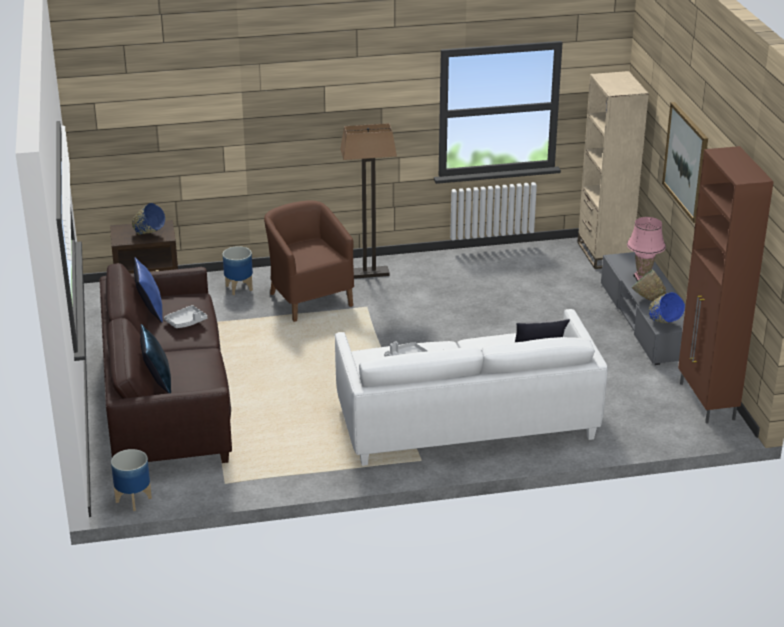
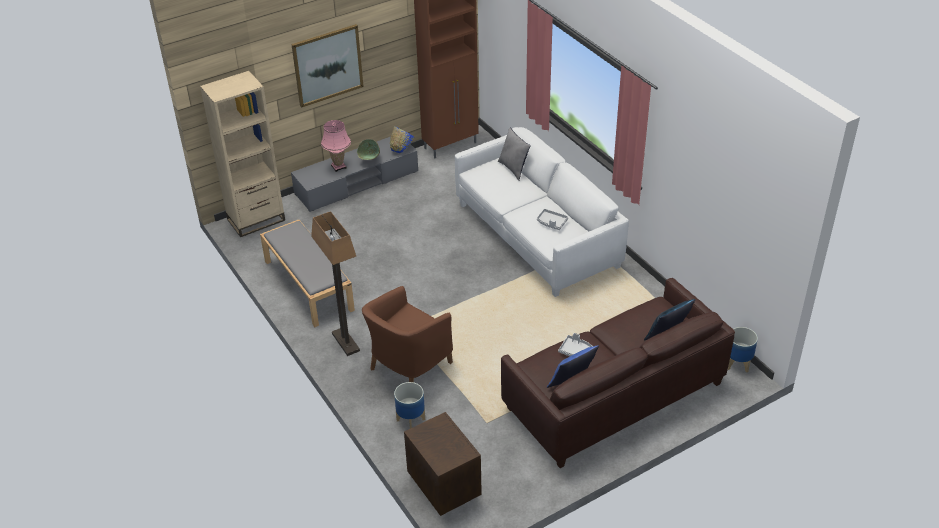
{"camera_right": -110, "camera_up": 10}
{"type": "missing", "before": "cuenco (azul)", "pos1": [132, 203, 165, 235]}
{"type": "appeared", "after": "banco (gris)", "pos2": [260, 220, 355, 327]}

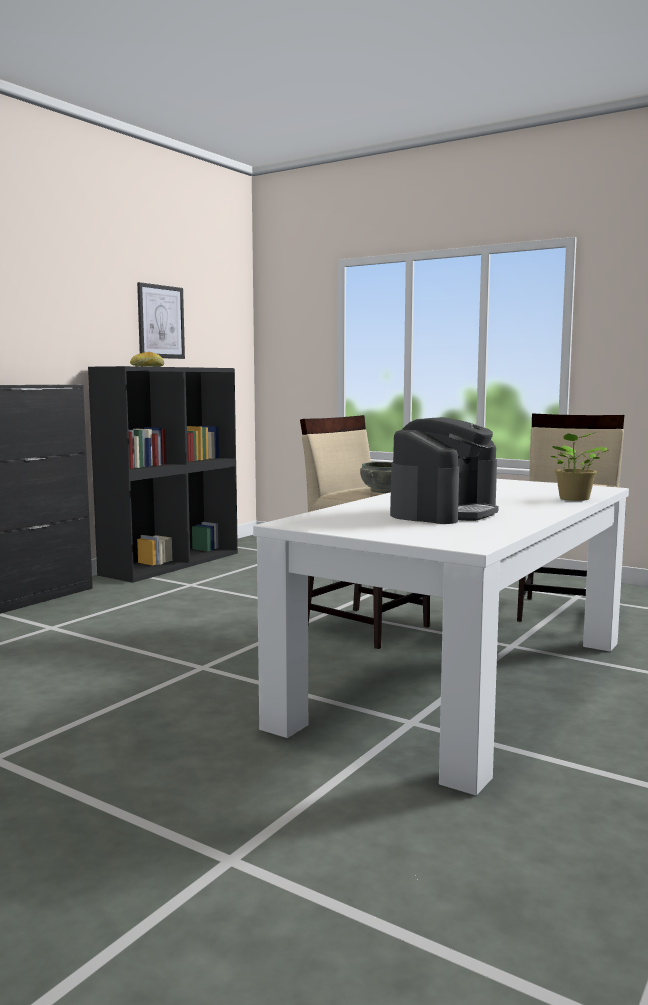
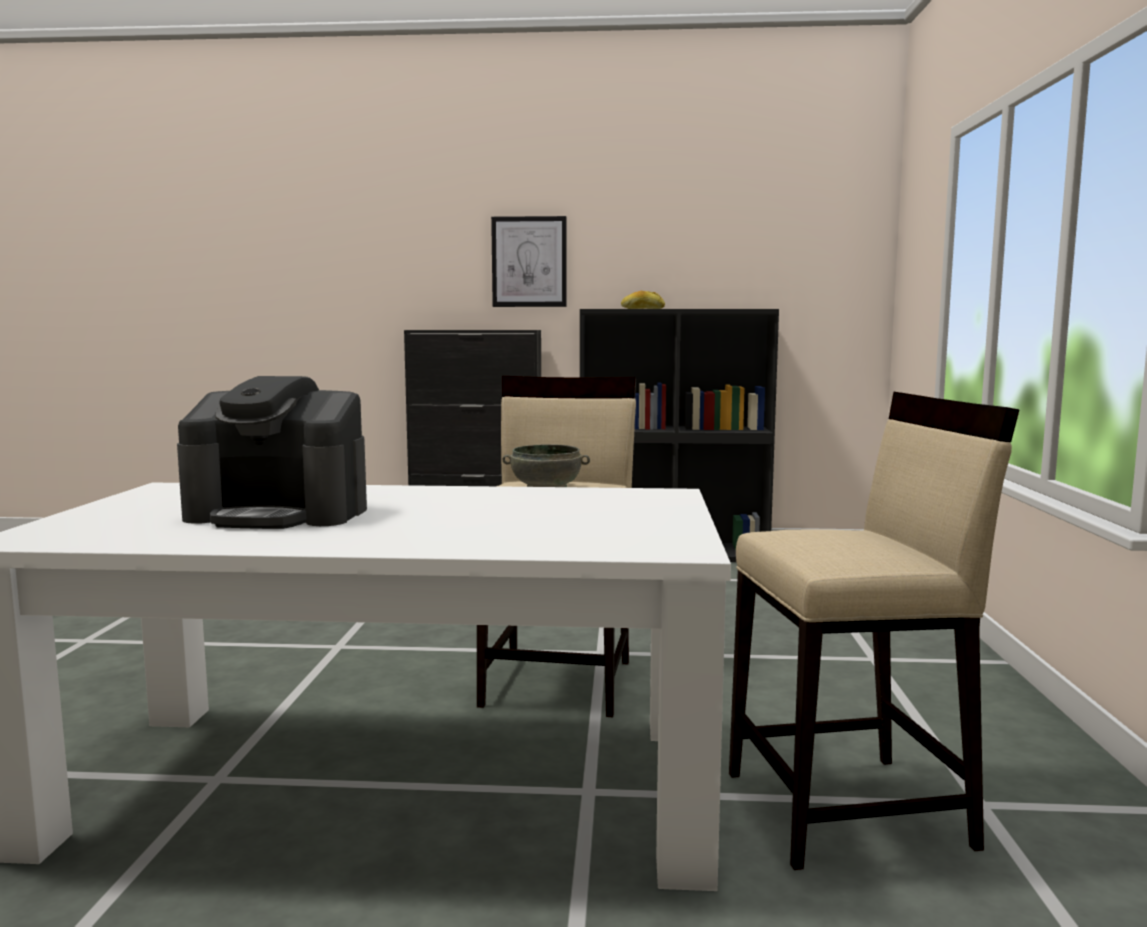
{"camera_right": 60, "camera_up": 0}
{"type": "relocated", "before": "cuadro", "pos1": [137, 282, 185, 359], "pos2": [491, 216, 567, 307]}
{"type": "missing", "before": "planta en maceta", "pos1": [551, 432, 609, 501]}

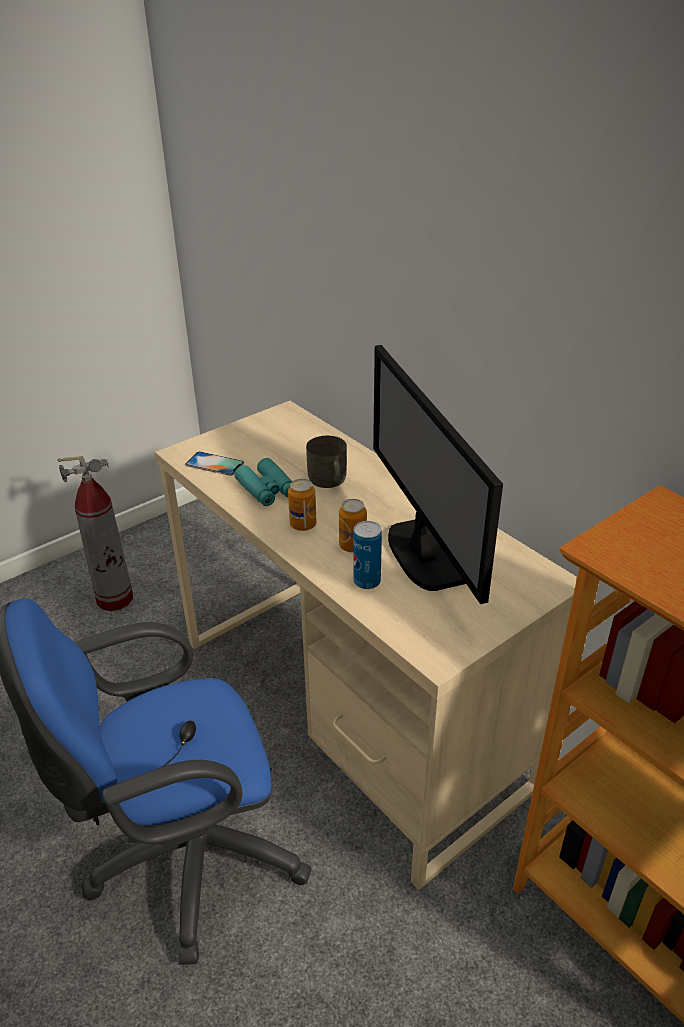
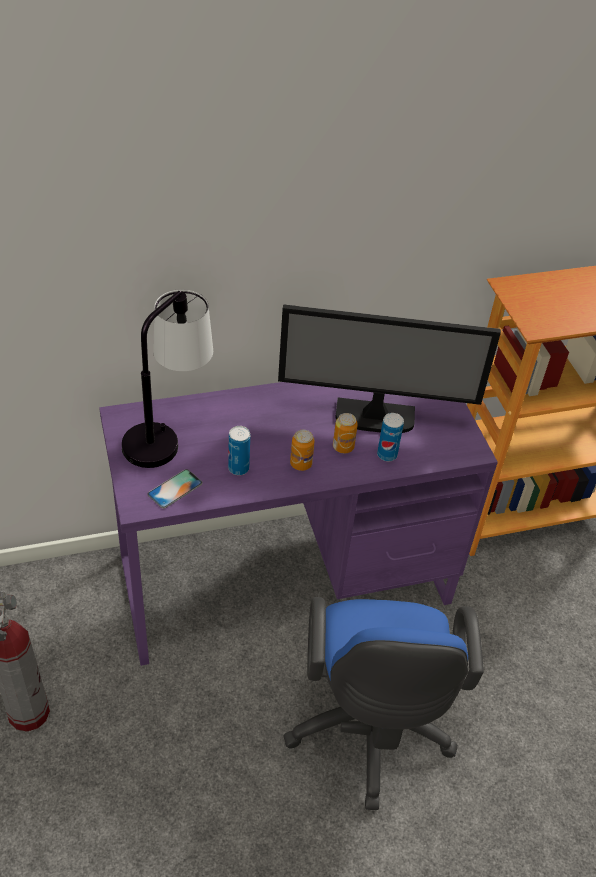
{"camera_right": -70, "camera_up": 10}
{"type": "colour", "before": "escritorio (beis)", "after": "escritorio (morado)", "pos1": [155, 401, 577, 890], "pos2": [99, 382, 498, 666]}
{"type": "exchanged", "before": "prismáticos (turquesa)", "after": "lata", "pos1": [235, 458, 292, 506], "pos2": [228, 426, 250, 475]}
{"type": "missing", "before": "taza grande (gris)", "pos1": [306, 436, 347, 488]}
{"type": "appeared", "after": "lámpara de mesa", "pos2": [122, 289, 213, 468]}

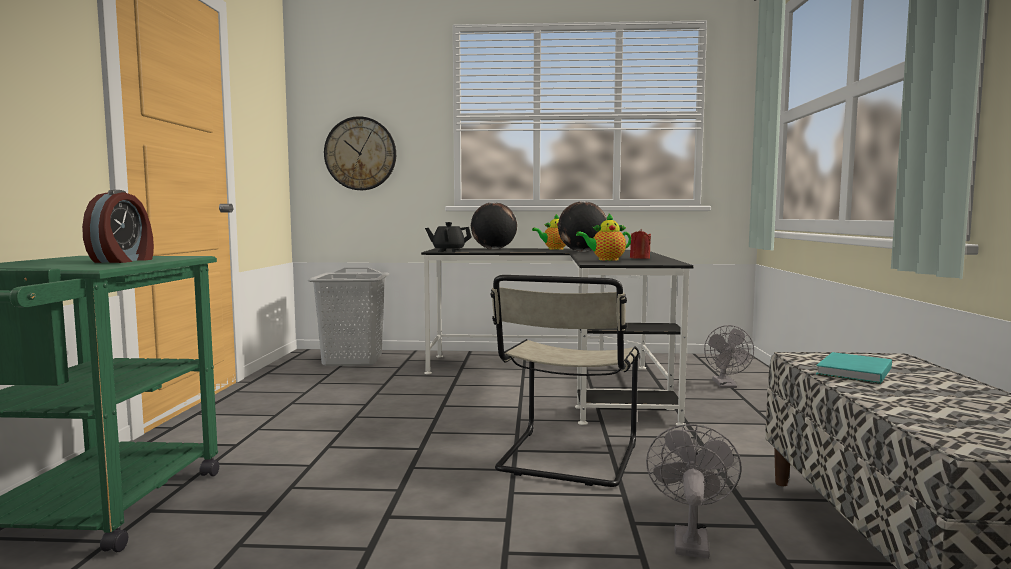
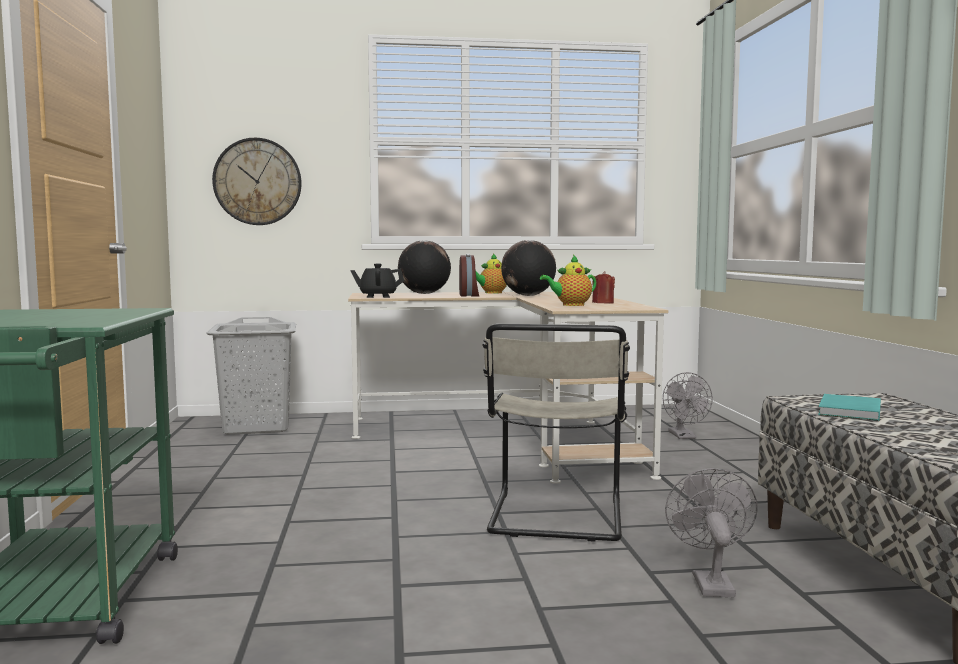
{"camera_right": -10, "camera_up": 0}
{"type": "relocated", "before": "despertador", "pos1": [82, 190, 154, 263], "pos2": [459, 254, 479, 297]}
{"type": "colour", "before": "escritorio (negro)", "after": "escritorio (beis)", "pos1": [421, 248, 693, 427], "pos2": [348, 292, 668, 484]}

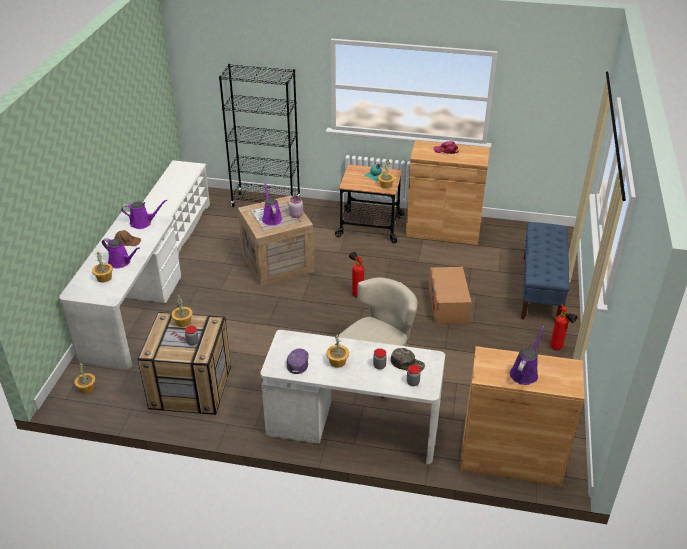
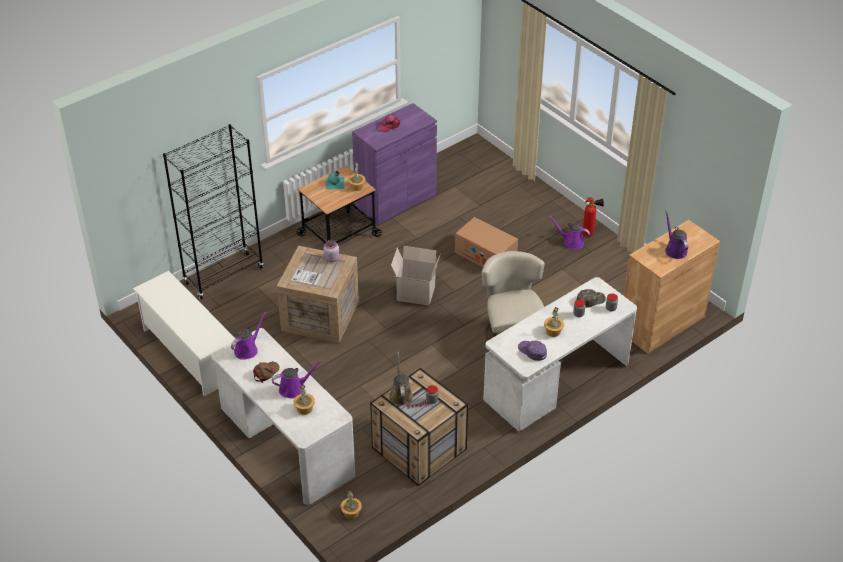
{"camera_right": -50, "camera_up": 5}
{"type": "exchanged", "before": "planta en maceta", "after": "regadera (marrón)", "pos1": [171, 295, 193, 327], "pos2": [389, 351, 413, 405]}
{"type": "relocated", "before": "regadera (morado)", "pos1": [262, 183, 282, 226], "pos2": [549, 216, 590, 249]}
{"type": "exchanged", "before": "extintor", "after": "caja de cartón", "pos1": [349, 251, 364, 297], "pos2": [391, 246, 441, 306]}
{"type": "colour", "before": "armario (marrón)", "after": "armario (morado)", "pos1": [406, 140, 490, 245], "pos2": [352, 103, 437, 225]}
{"type": "missing", "before": "banco (azul)", "pos1": [521, 222, 570, 319]}

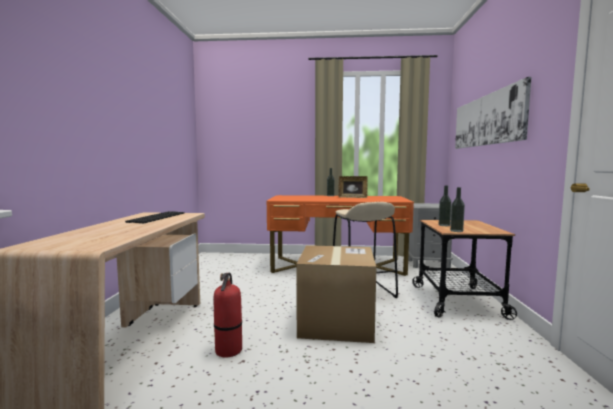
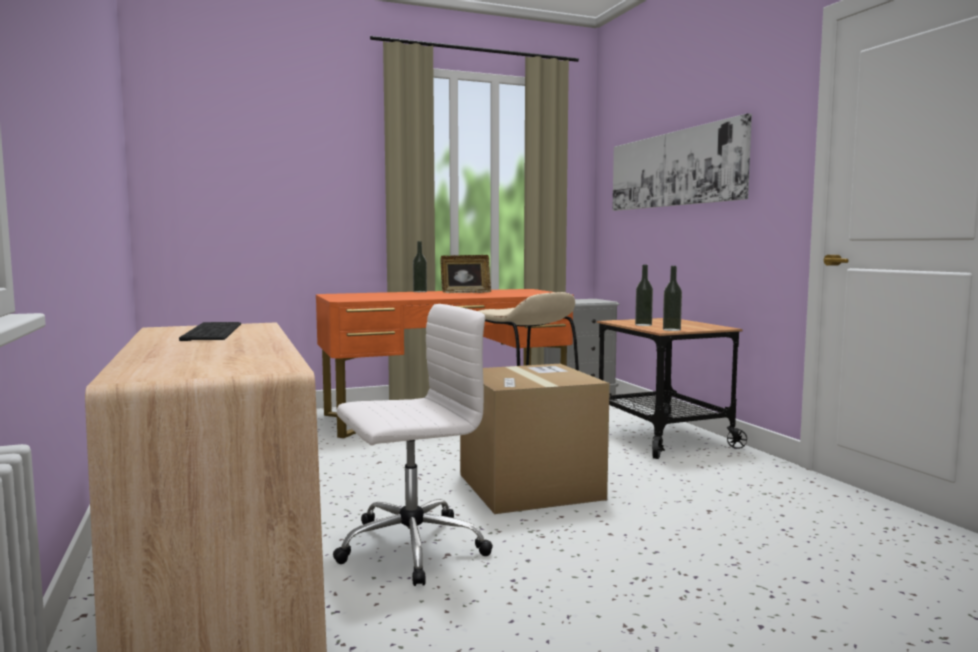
{"camera_right": -25, "camera_up": 0}
{"type": "exchanged", "before": "extintor", "after": "silla de oficina (blanco)", "pos1": [214, 272, 242, 357], "pos2": [333, 304, 493, 586]}

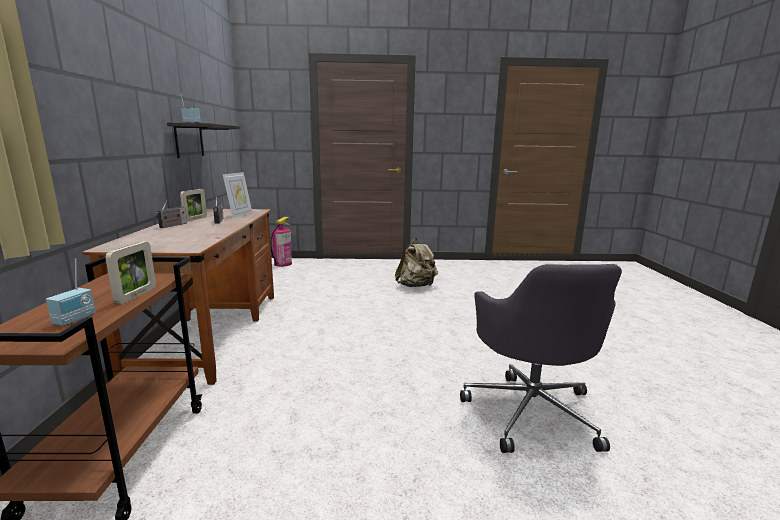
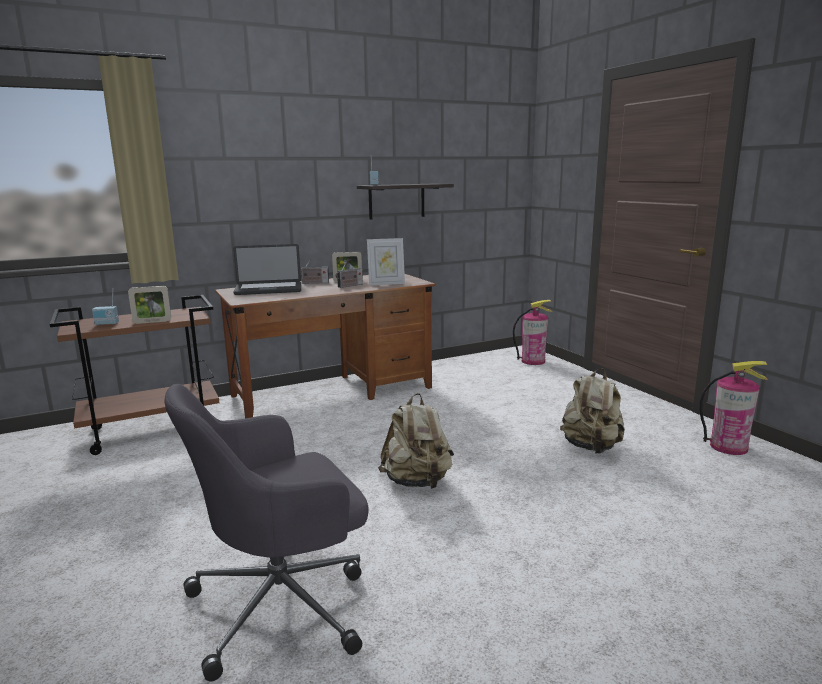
{"camera_right": 65, "camera_up": 0}
{"type": "appeared", "after": "portátil", "pos2": [233, 244, 301, 295]}
{"type": "appeared", "after": "mochila (beis)", "pos2": [378, 393, 454, 489]}
{"type": "appeared", "after": "extintor", "pos2": [699, 361, 768, 455]}

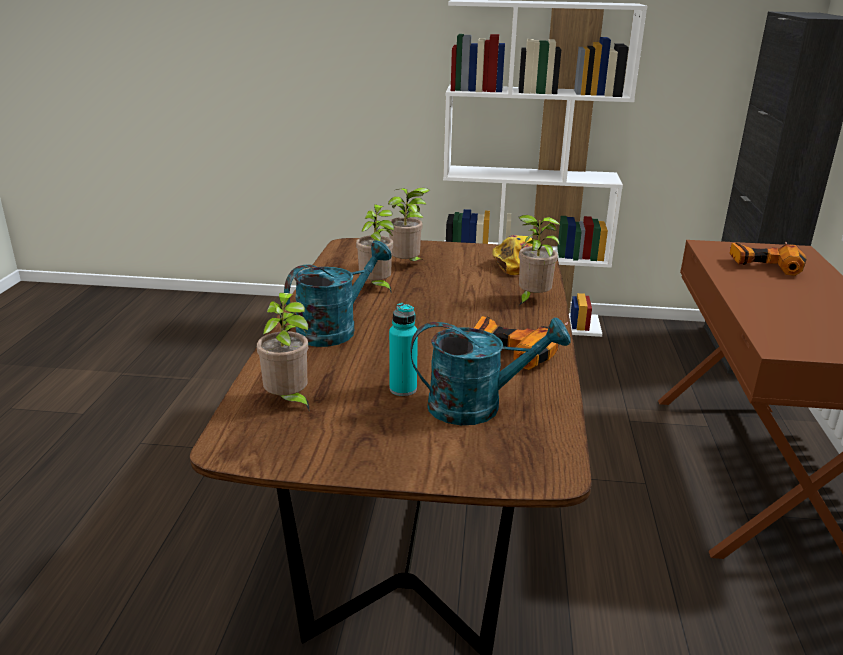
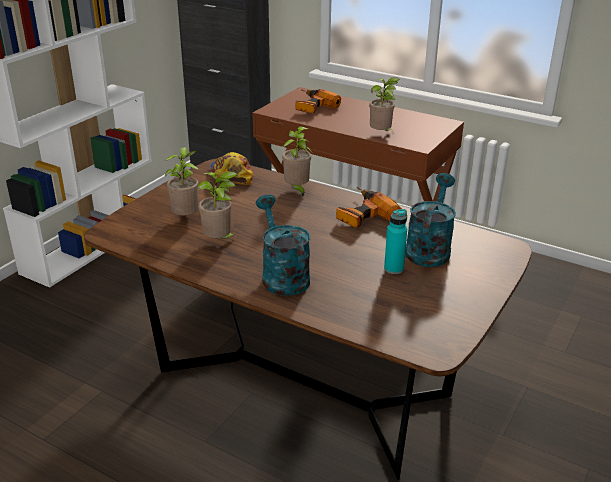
{"camera_right": -65, "camera_up": 5}
{"type": "relocated", "before": "planta en maceta", "pos1": [257, 293, 310, 412], "pos2": [369, 77, 400, 132]}

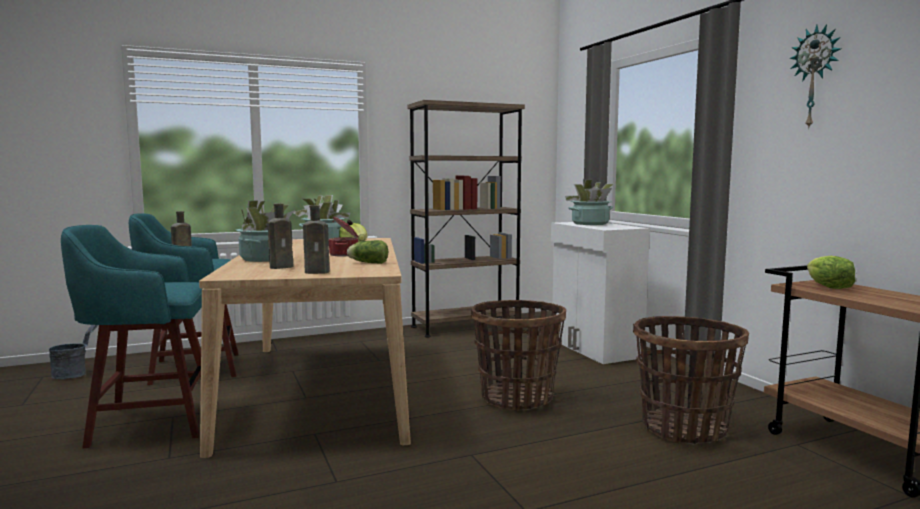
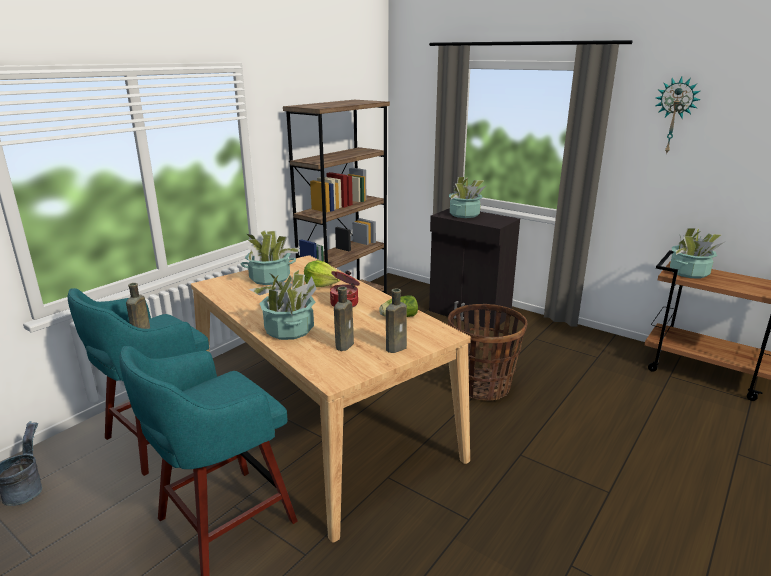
{"camera_right": -30, "camera_up": 15}
{"type": "colour", "before": "armario (blanco)", "after": "armario (negro)", "pos1": [551, 222, 650, 364], "pos2": [429, 208, 520, 328]}
{"type": "missing", "before": "cesta", "pos1": [633, 316, 749, 445]}
{"type": "exchanged", "before": "lechuga", "after": "planta en maceta", "pos1": [807, 256, 856, 289], "pos2": [670, 228, 724, 279]}

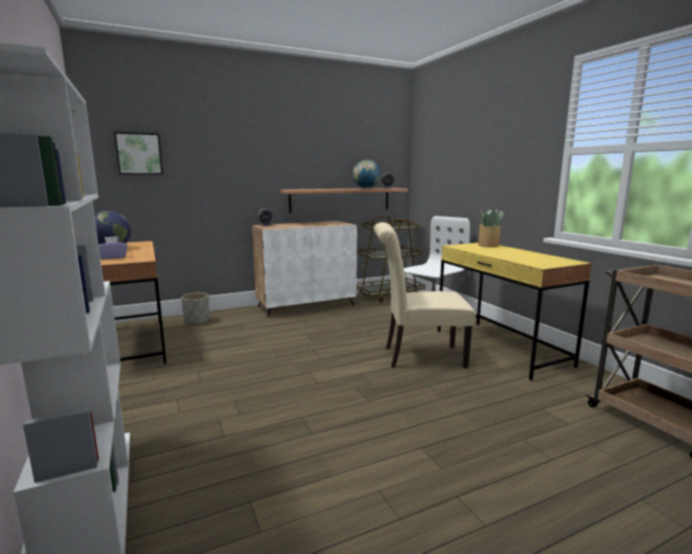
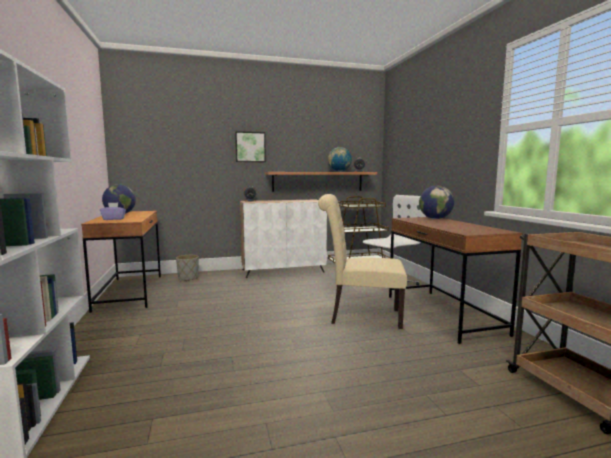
{"camera_right": 10, "camera_up": -5}
{"type": "relocated", "before": "cuadro", "pos1": [114, 132, 163, 175], "pos2": [235, 131, 266, 162]}
{"type": "colour", "before": "escritorio (amarillo)", "after": "escritorio (marrón)", "pos1": [438, 243, 592, 381], "pos2": [389, 217, 523, 344]}
{"type": "exchanged", "before": "planta en maceta", "after": "globo terráqueo", "pos1": [478, 209, 504, 247], "pos2": [419, 186, 454, 219]}

